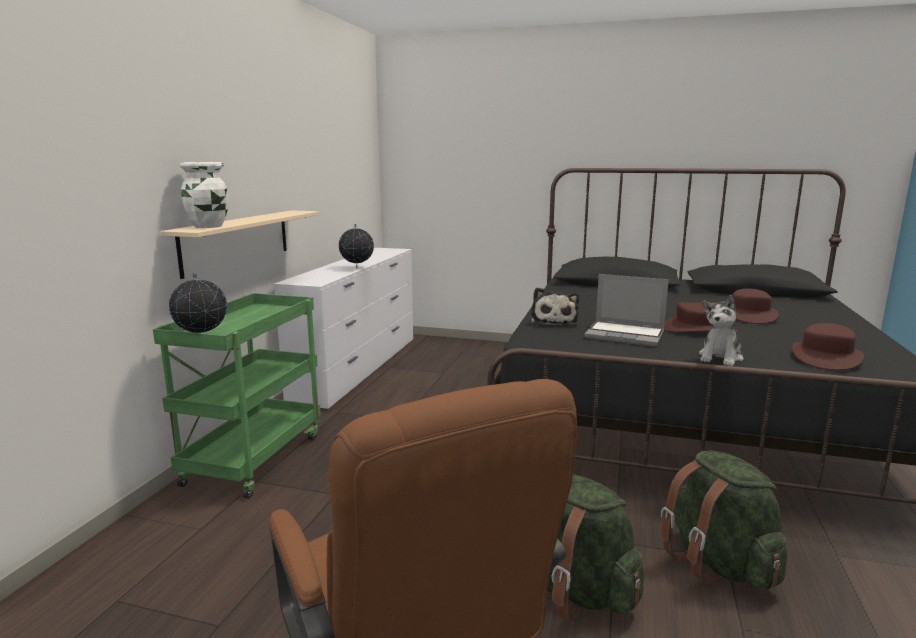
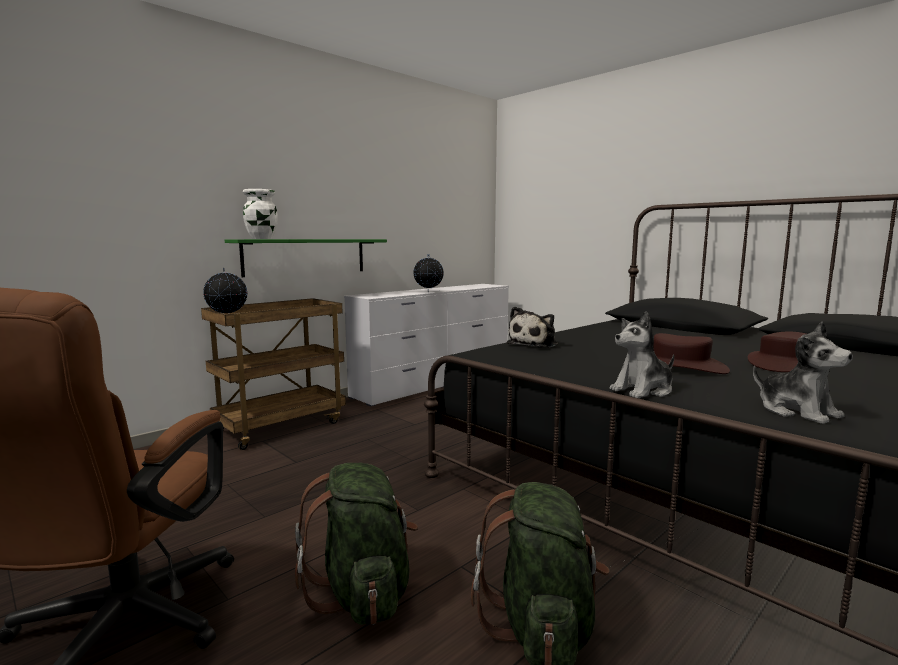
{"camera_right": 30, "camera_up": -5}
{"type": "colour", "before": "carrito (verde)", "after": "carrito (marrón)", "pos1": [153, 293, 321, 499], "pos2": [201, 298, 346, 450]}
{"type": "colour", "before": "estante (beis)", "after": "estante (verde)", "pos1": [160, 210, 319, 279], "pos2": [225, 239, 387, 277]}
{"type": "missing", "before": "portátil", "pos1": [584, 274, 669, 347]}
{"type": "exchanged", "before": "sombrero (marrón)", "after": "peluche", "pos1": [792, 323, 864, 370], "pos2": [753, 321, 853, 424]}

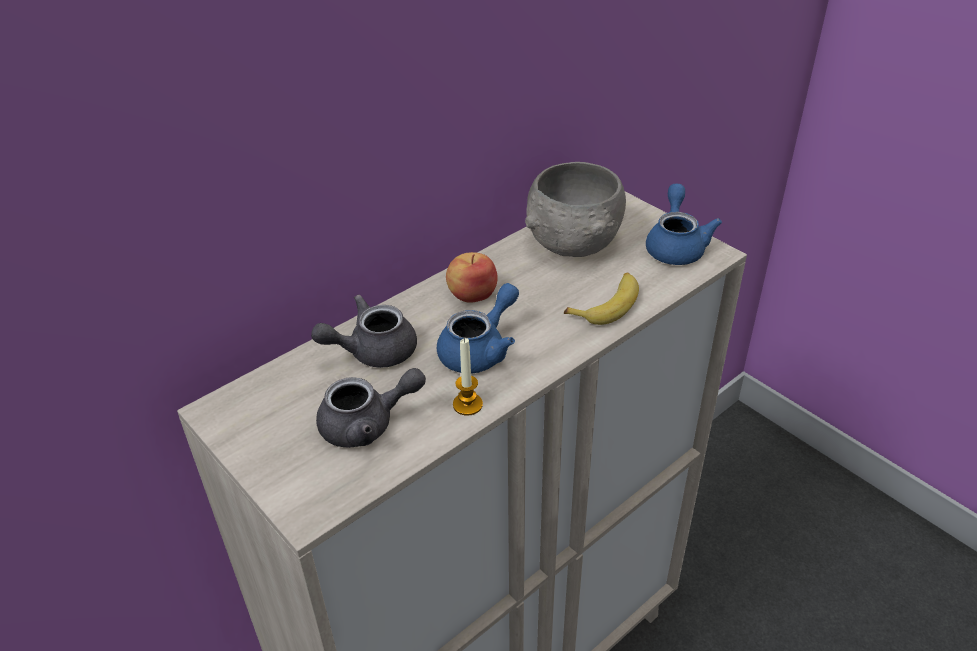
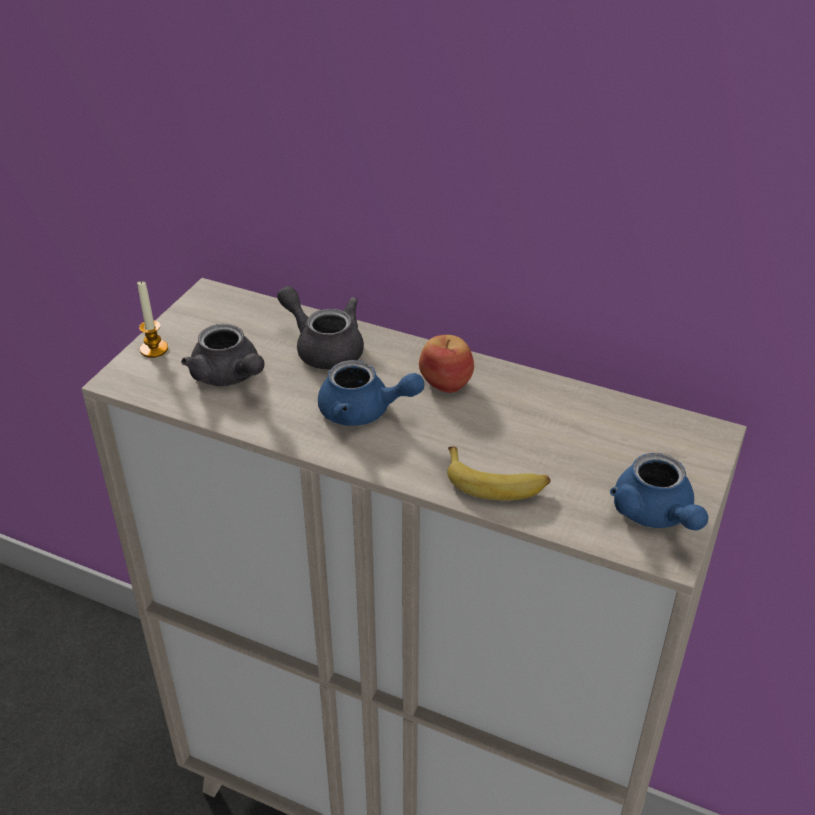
{"camera_right": 65, "camera_up": 0}
{"type": "relocated", "before": "vela", "pos1": [453, 338, 483, 416], "pos2": [137, 281, 168, 358]}
{"type": "missing", "before": "cuenco (gris)", "pos1": [525, 162, 626, 257]}
{"type": "spun", "before": "tetera (azul)", "pos1": [646, 184, 722, 265], "pos2": [610, 453, 708, 530], "turn": 90}

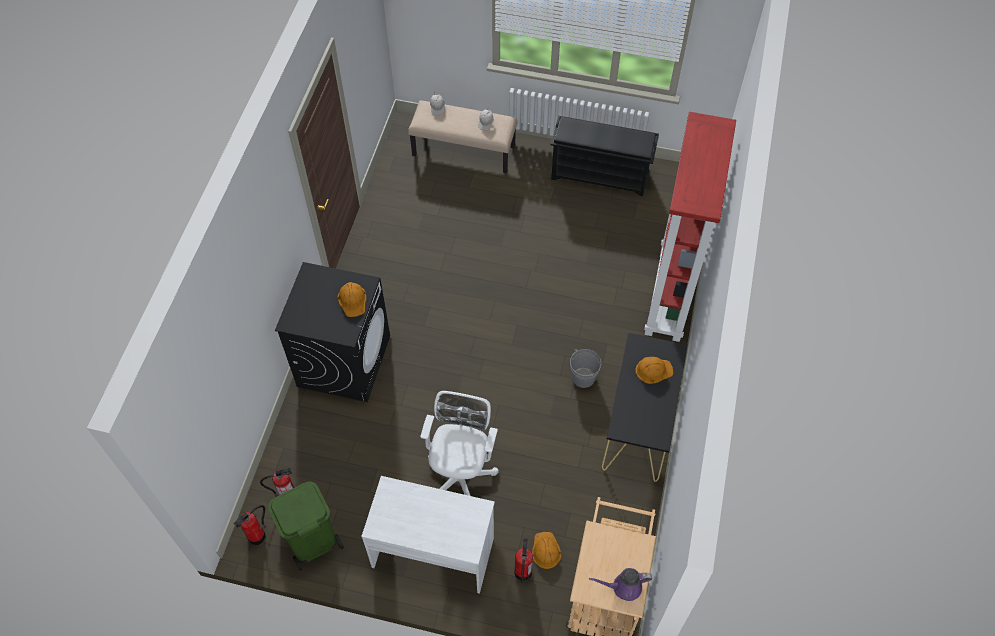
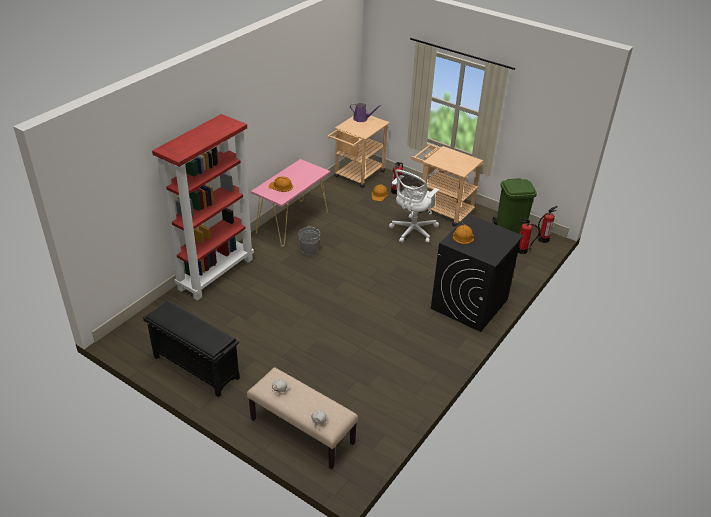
{"camera_right": -160, "camera_up": -20}
{"type": "exchanged", "before": "escritorio (blanco)", "after": "carrito (beis)", "pos1": [361, 476, 495, 594], "pos2": [411, 144, 483, 227]}
{"type": "colour", "before": "mesa consola (negro)", "after": "mesa consola (rosa)", "pos1": [602, 333, 688, 482], "pos2": [251, 159, 330, 246]}

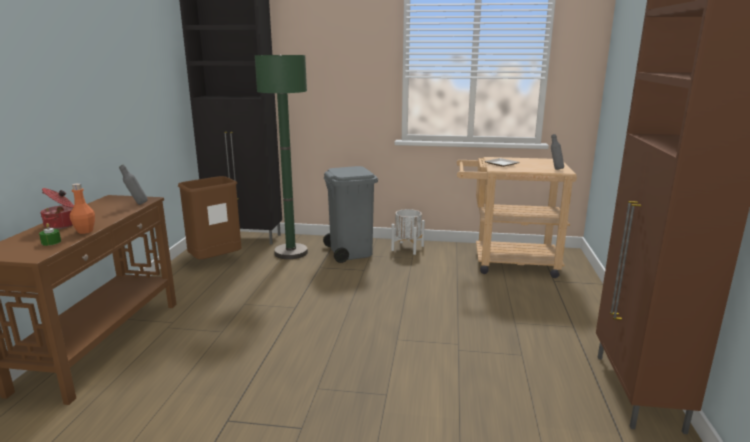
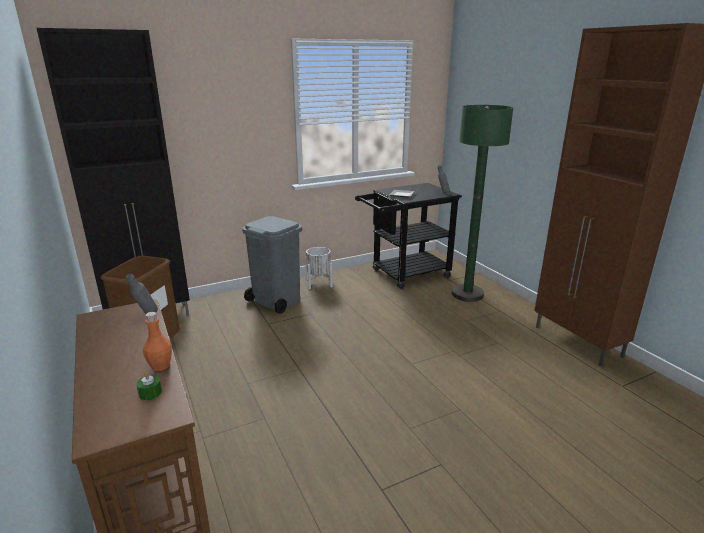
{"camera_right": -35, "camera_up": 5}
{"type": "missing", "before": "olla", "pos1": [41, 188, 74, 229]}
{"type": "relocated", "before": "lámpara de pie (verde)", "pos1": [255, 54, 308, 259], "pos2": [452, 105, 513, 302]}
{"type": "colour", "before": "carrito (beis)", "after": "carrito (negro)", "pos1": [457, 157, 577, 278], "pos2": [355, 183, 462, 289]}

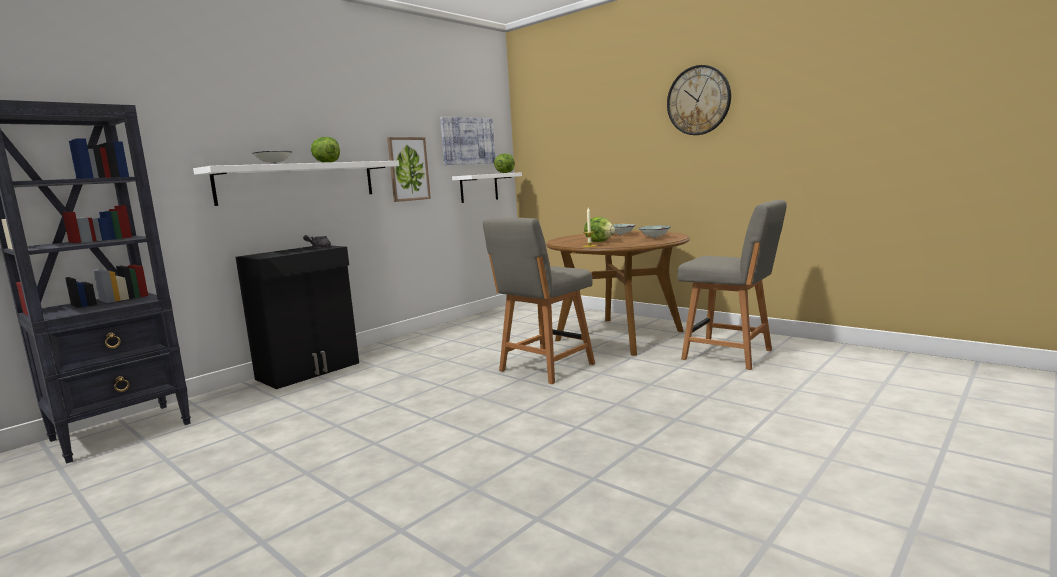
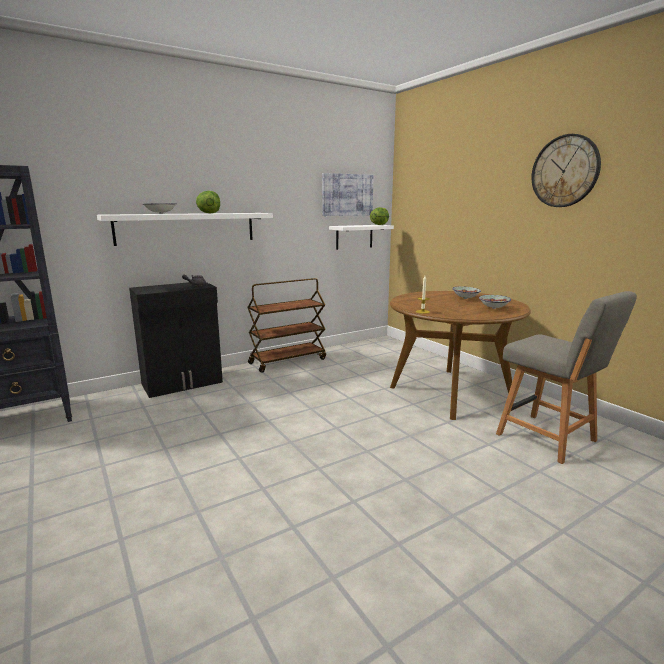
{"camera_right": 15, "camera_up": 5}
{"type": "missing", "before": "cuadro", "pos1": [387, 137, 431, 202]}
{"type": "missing", "before": "silla (gris)", "pos1": [483, 218, 595, 384]}
{"type": "missing", "before": "lechuga", "pos1": [584, 217, 615, 242]}
{"type": "appeared", "after": "carrito (marrón)", "pos2": [247, 278, 326, 373]}

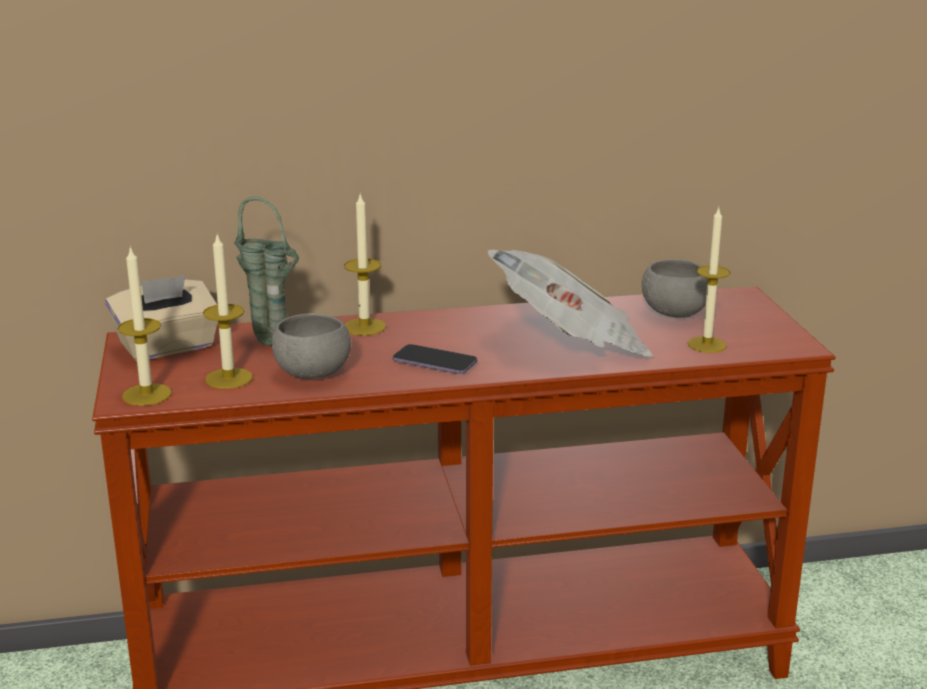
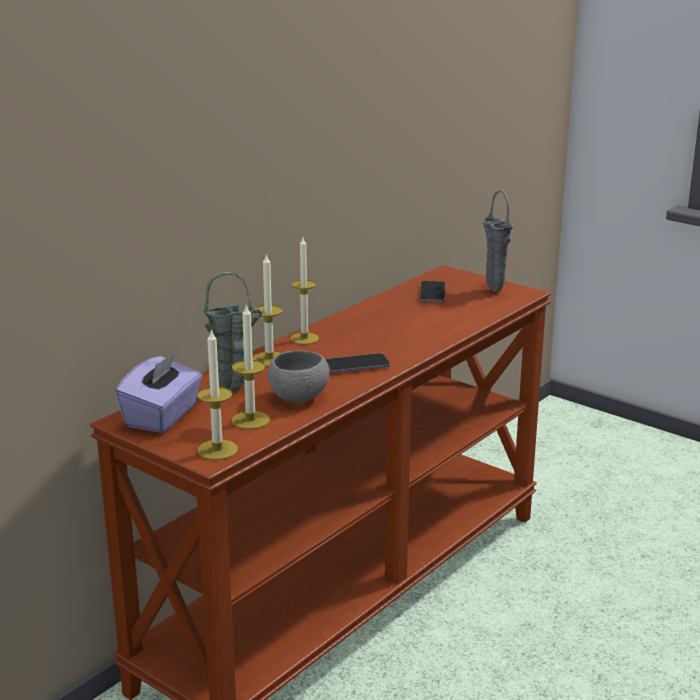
{"camera_right": -40, "camera_up": 0}
{"type": "colour", "before": "caja de pañuelos (beis)", "after": "caja de pañuelos (morado)", "pos1": [106, 275, 218, 361], "pos2": [115, 351, 202, 433]}
{"type": "missing", "before": "periódico", "pos1": [488, 249, 654, 357]}
{"type": "exchanged", "before": "cuenco (gris)", "after": "móvil", "pos1": [642, 259, 708, 318], "pos2": [419, 281, 446, 302]}
{"type": "relocated", "before": "vela", "pos1": [688, 207, 730, 353], "pos2": [290, 238, 319, 345]}
{"type": "appeared", "after": "florero (gris)", "pos2": [483, 190, 514, 293]}

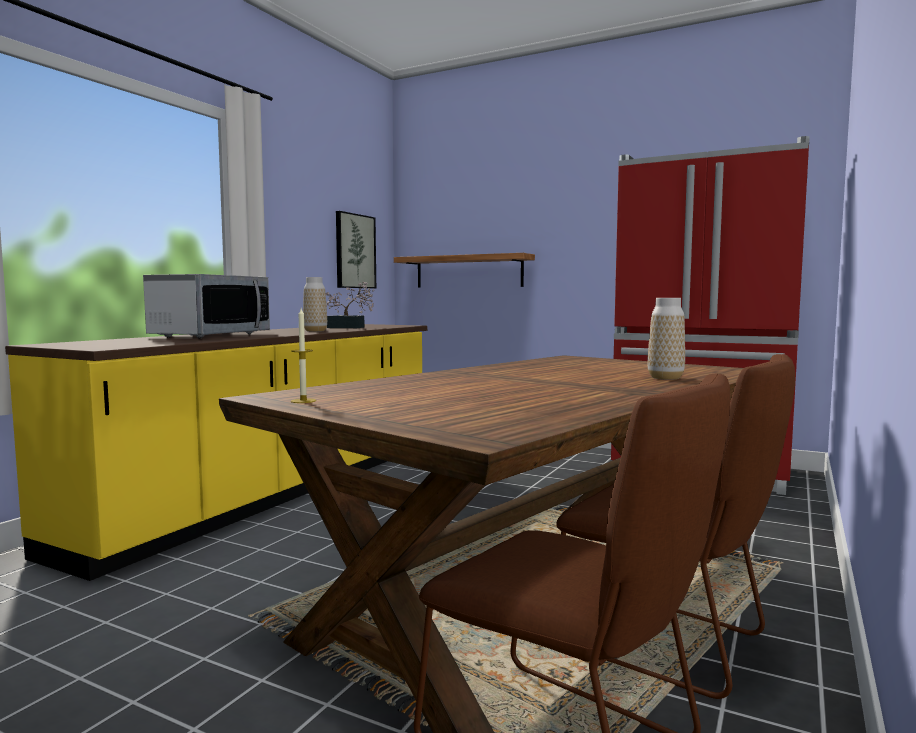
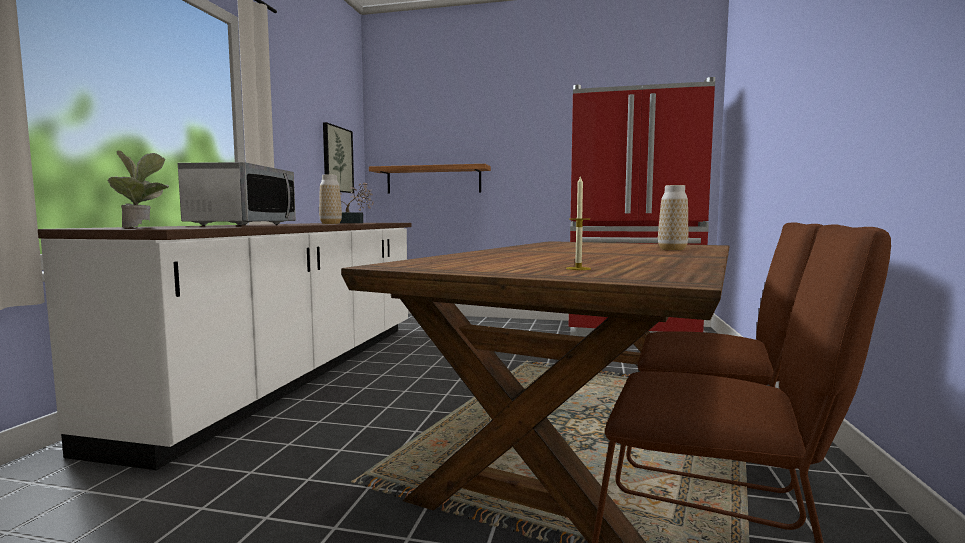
{"camera_right": -15, "camera_up": 0}
{"type": "colour", "before": "mueble bajo de cocina (amarillo)", "after": "mueble bajo de cocina (blanco)", "pos1": [5, 324, 427, 581], "pos2": [38, 223, 411, 470]}
{"type": "relocated", "before": "vela", "pos1": [291, 308, 316, 403], "pos2": [566, 175, 591, 270]}
{"type": "appeared", "after": "planta en maceta", "pos2": [107, 150, 169, 228]}

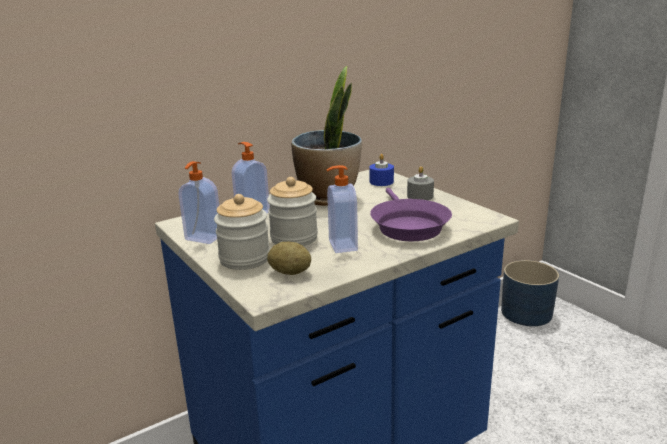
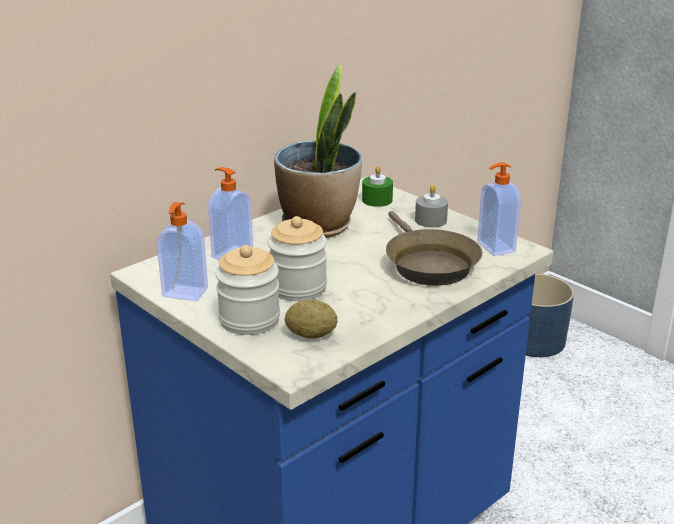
{"camera_right": -10, "camera_up": 5}
{"type": "relocated", "before": "dispensador de jabón", "pos1": [327, 165, 358, 253], "pos2": [477, 162, 521, 256]}
{"type": "colour", "before": "vela (azul)", "after": "vela (verde)", "pos1": [369, 154, 394, 186], "pos2": [362, 166, 393, 207]}
{"type": "colour", "before": "sartén (morado)", "after": "sartén (marrón)", "pos1": [370, 188, 452, 241], "pos2": [386, 211, 482, 286]}

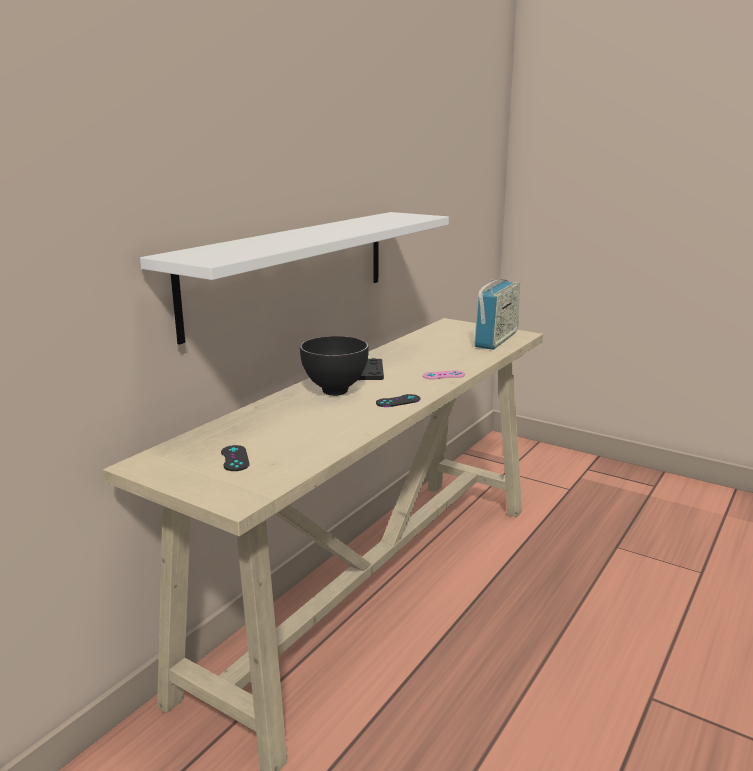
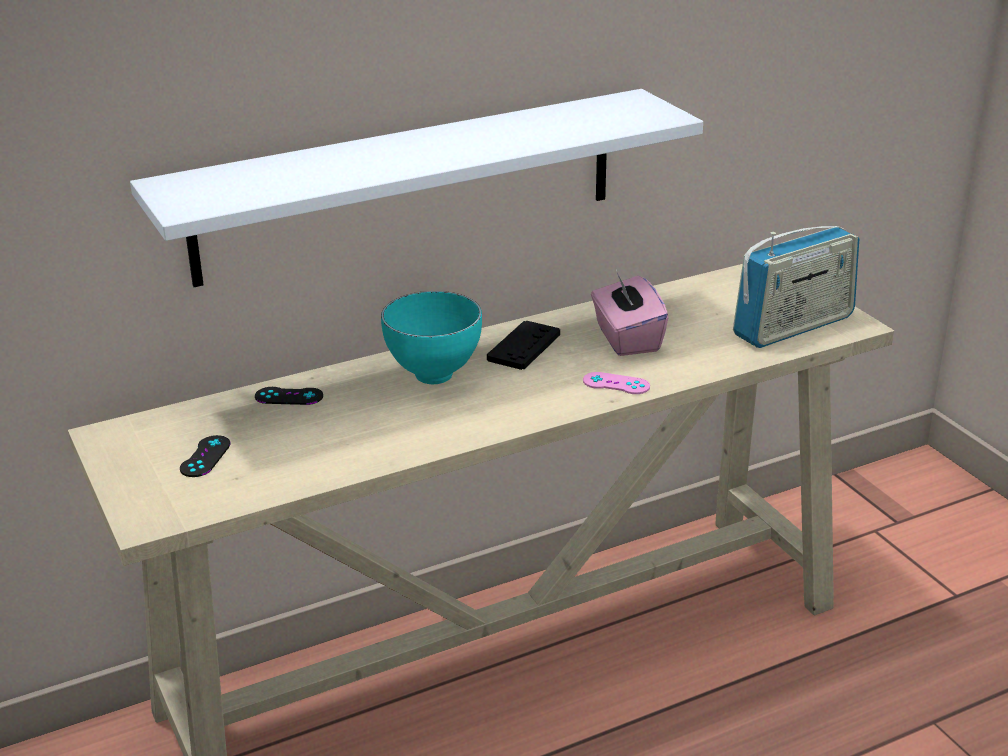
{"camera_right": 30, "camera_up": 10}
{"type": "colour", "before": "cuenco (negro)", "after": "cuenco (turquesa)", "pos1": [300, 336, 369, 396], "pos2": [381, 291, 482, 384]}
{"type": "relocated", "before": "mando de consola (negro)", "pos1": [376, 394, 420, 407], "pos2": [255, 387, 323, 405]}
{"type": "appeared", "after": "caja de pañuelos (rosa)", "pos2": [591, 270, 669, 356]}

